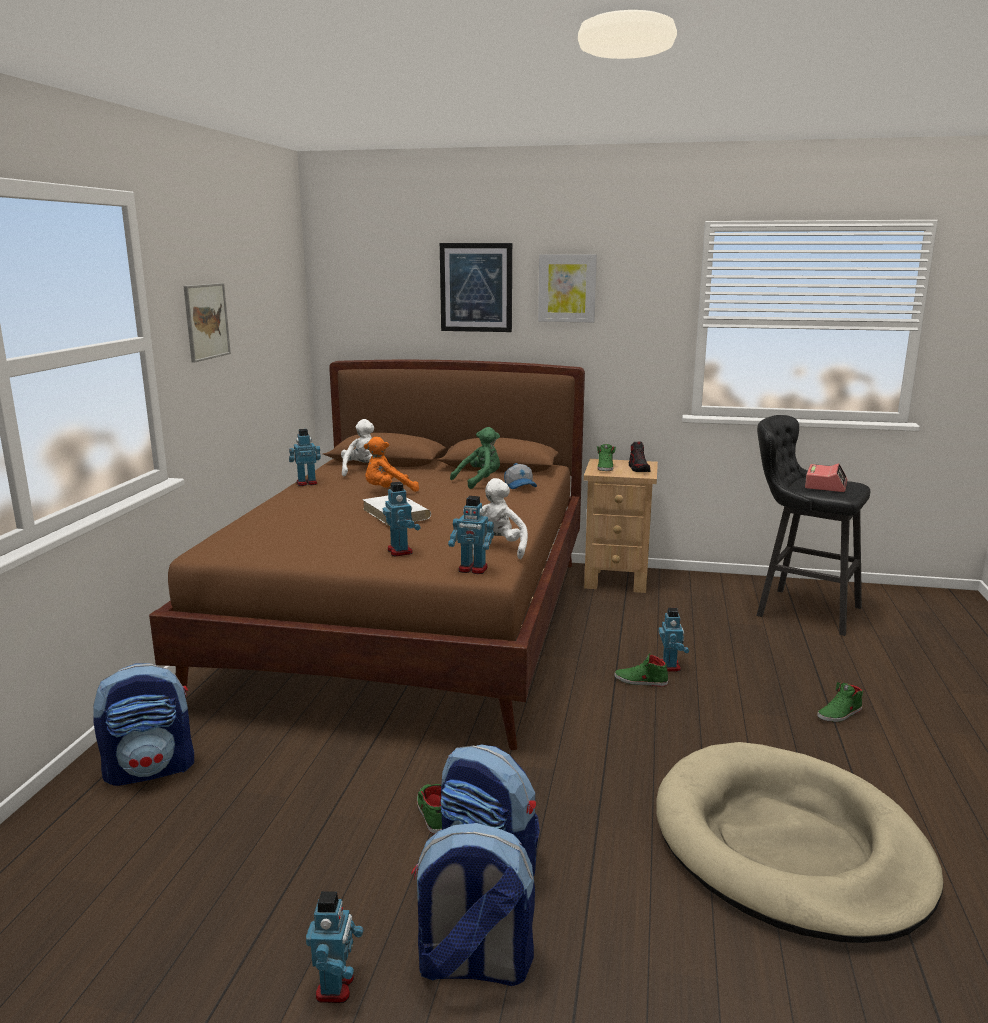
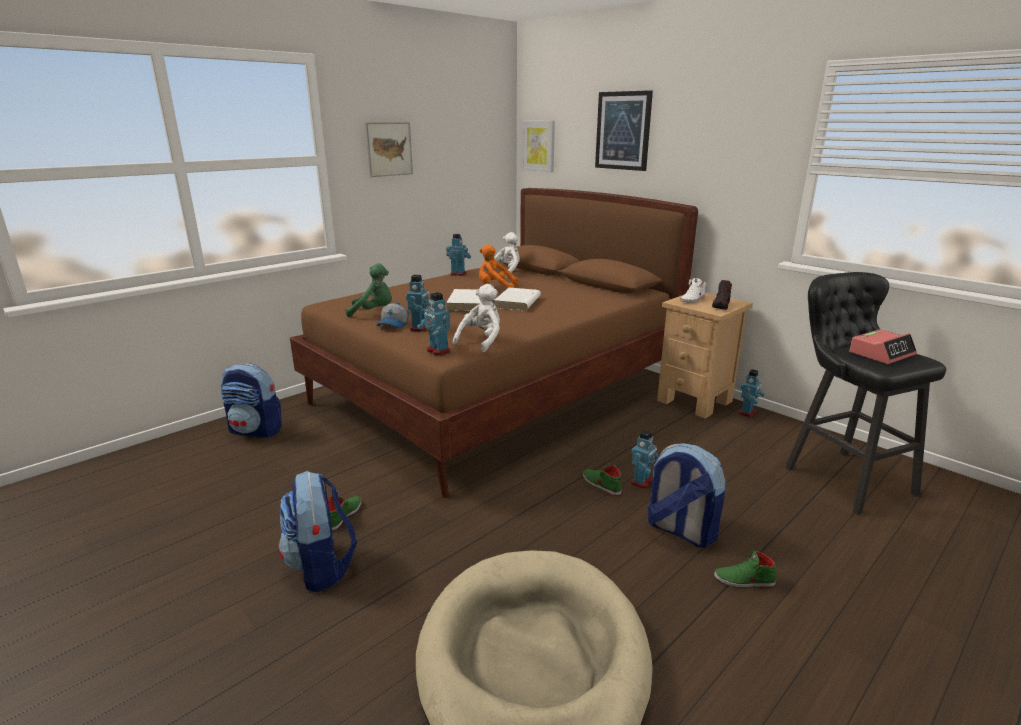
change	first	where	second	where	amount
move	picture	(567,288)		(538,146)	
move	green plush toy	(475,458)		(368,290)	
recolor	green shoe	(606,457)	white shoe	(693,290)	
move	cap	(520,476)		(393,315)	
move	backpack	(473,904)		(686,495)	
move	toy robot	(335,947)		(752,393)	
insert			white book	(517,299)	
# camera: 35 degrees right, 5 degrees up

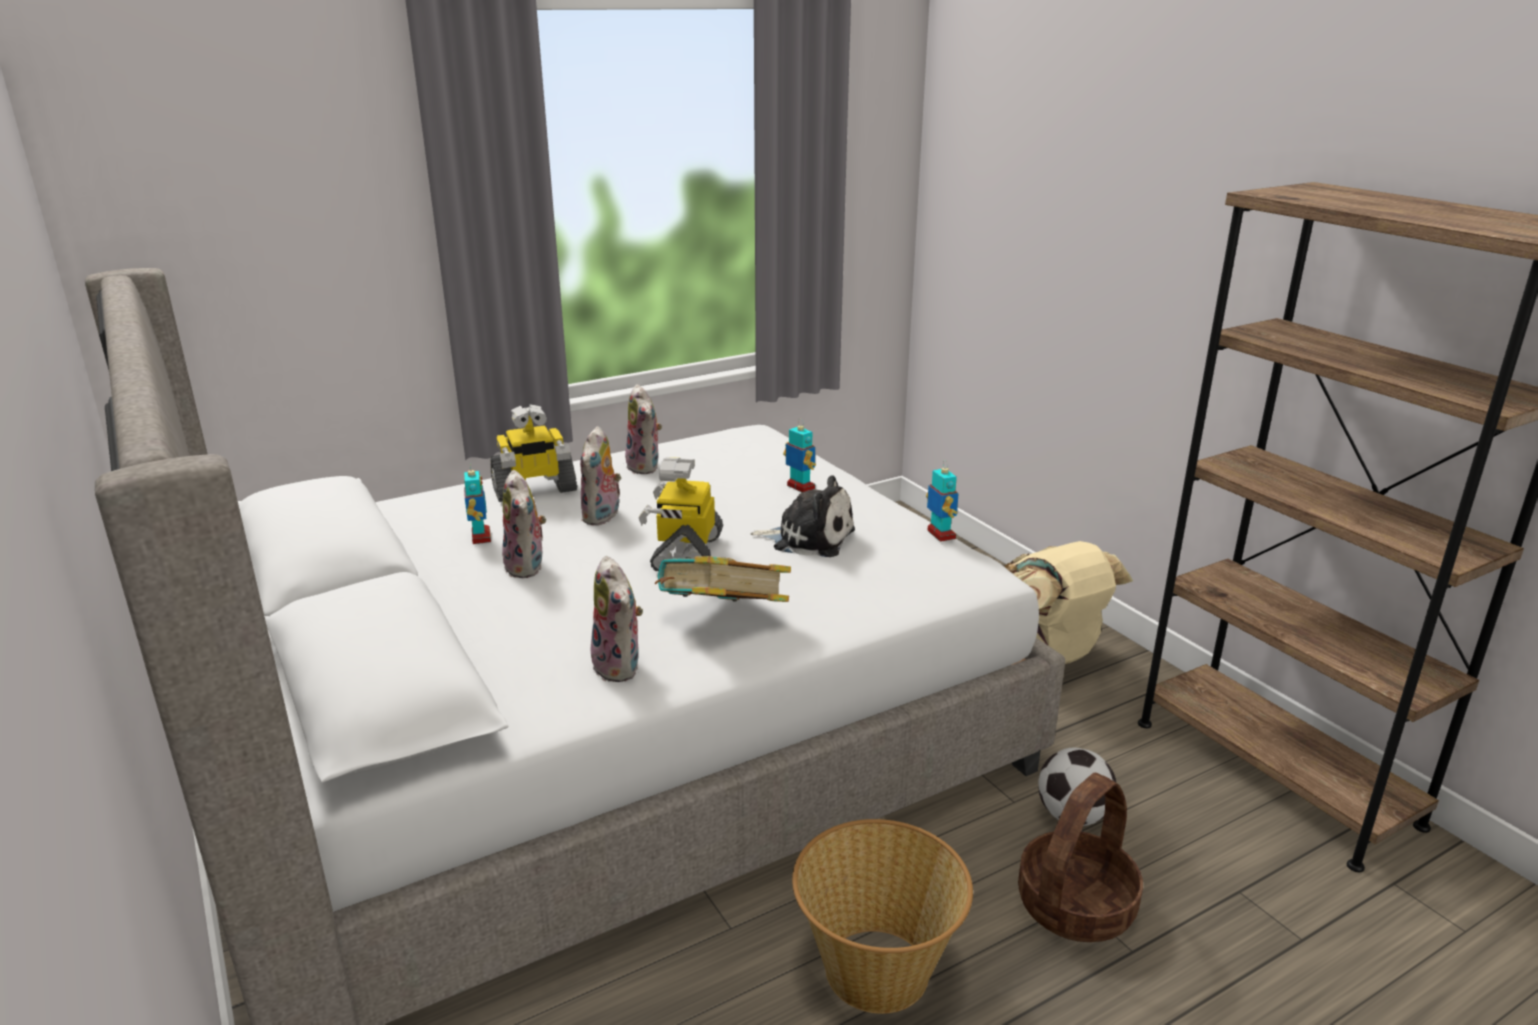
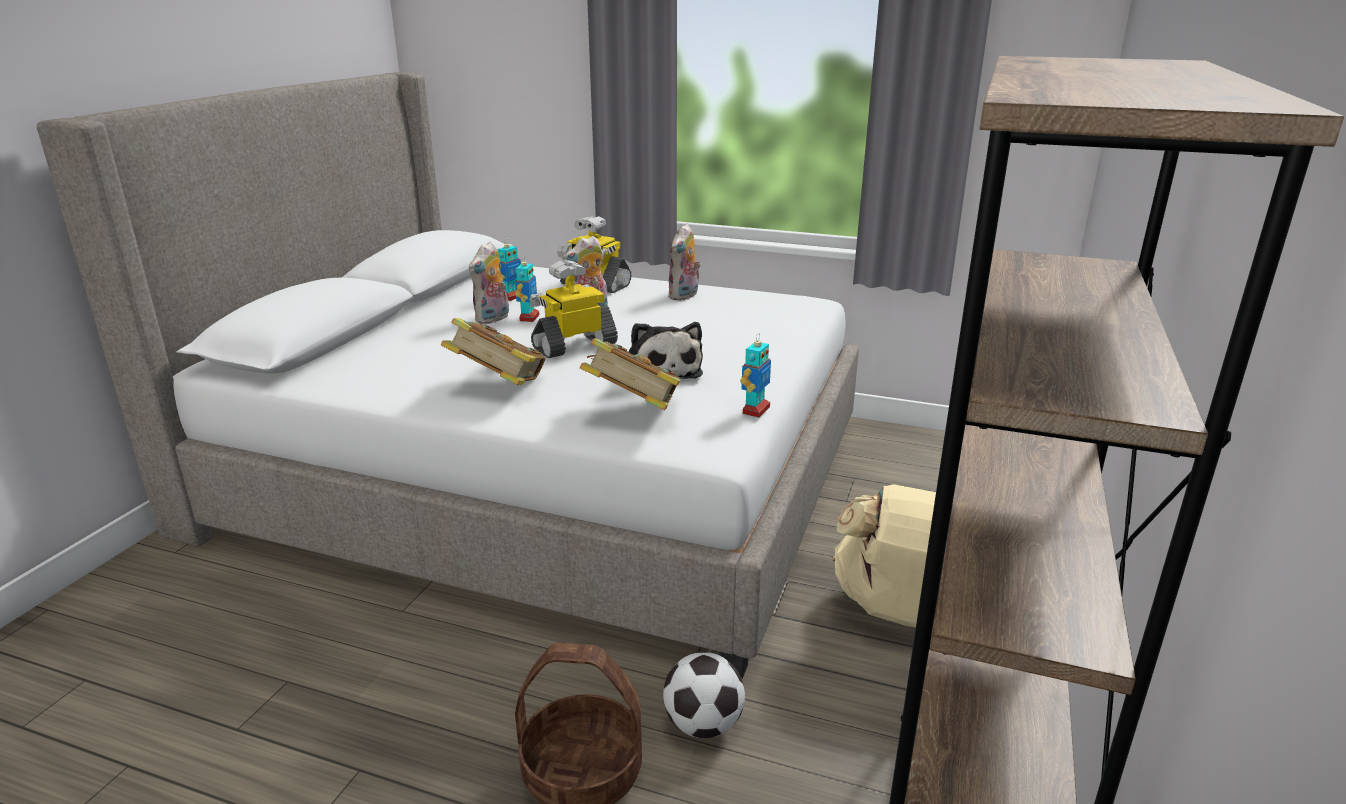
change	first	where	second	where	amount
move	toy robot	(799,455)		(527,288)	
delete	plush toy	(616,619)			
delete	basket	(882,916)			
insert			book	(630,374)	
# camera: 50 degrees right, 0 degrees up

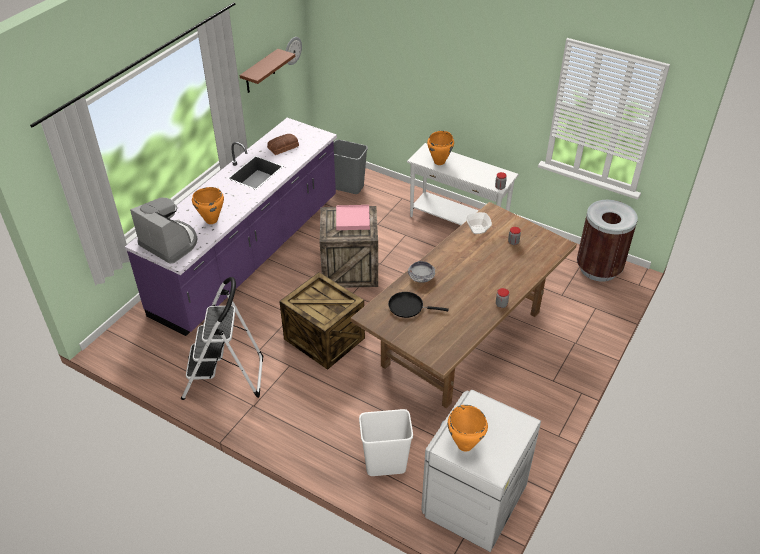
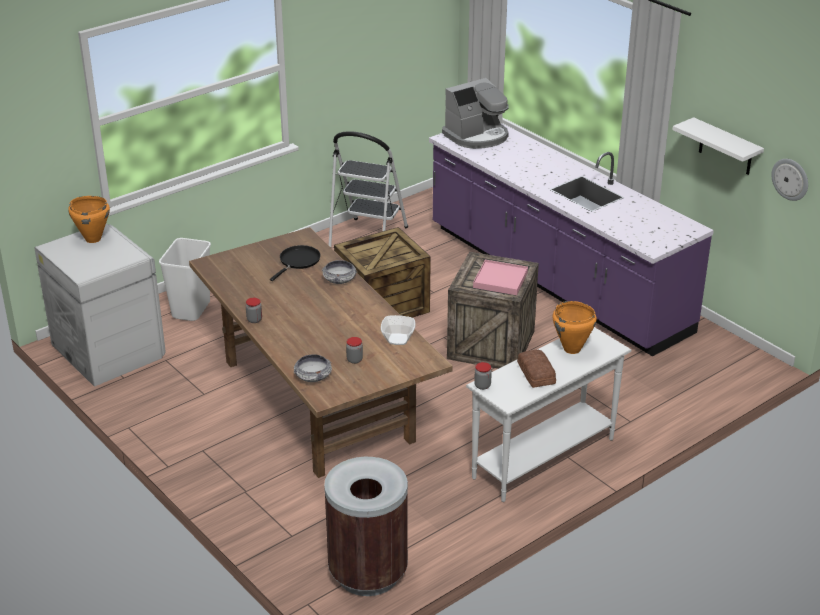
change	first	where	second	where	amount
recolor	brown shelf	(267,71)	white shelf	(718,146)	
move	bread	(283,144)		(536,369)	
delete	grey trash can	(350,167)			
delete	orange cooking pot	(208,205)			
insert			bowl	(313,368)	
# camera: 110 degrees right, 10 degrees down

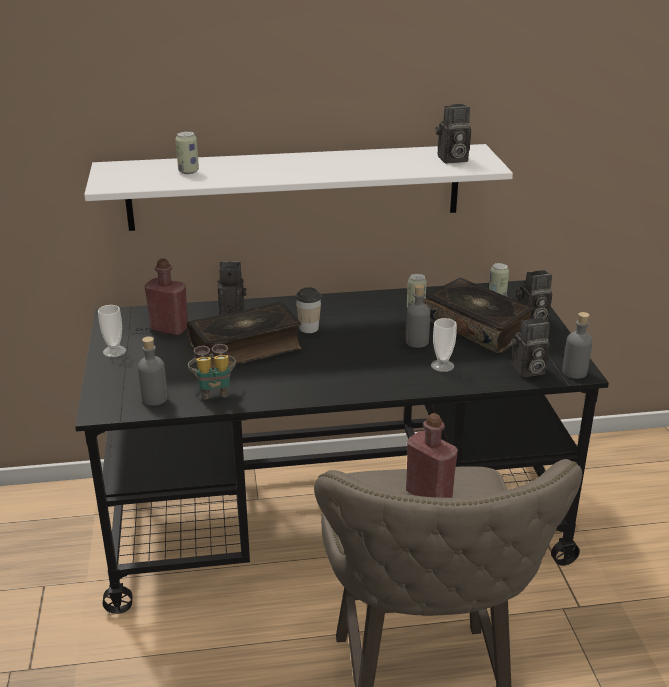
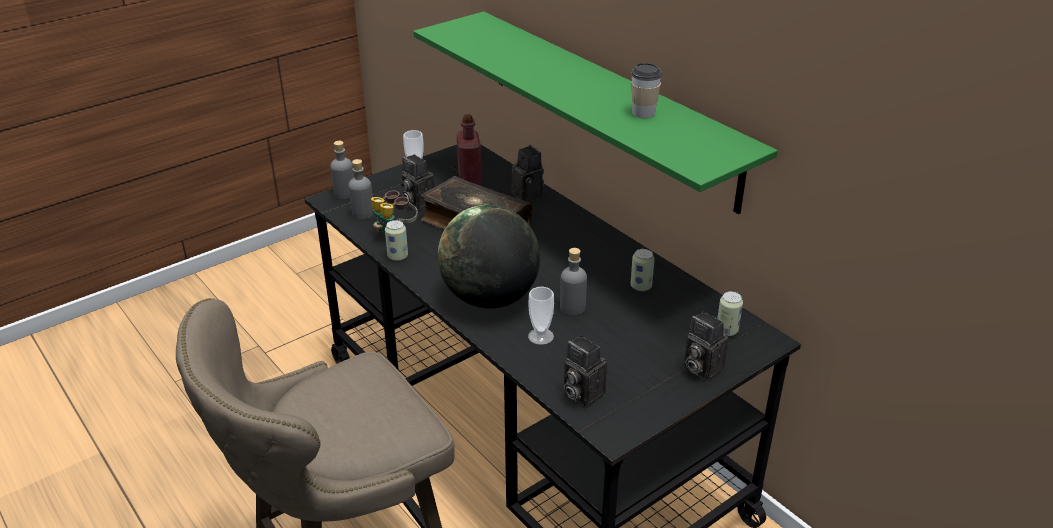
change	first	where	second	where	amount
move	photo camera	(453,133)		(418,182)	
move	can	(187,152)		(396,240)	
recolor	white shelf	(298,187)	green shelf	(595,113)	
delete	book	(478,315)			
move	cup	(309,310)		(646,90)	
move	grey bottle	(577,345)		(342,170)	
delete	red bottle	(432,455)			
insert			globe	(489,257)	
# camera: 60 degrees right, 5 degrees up

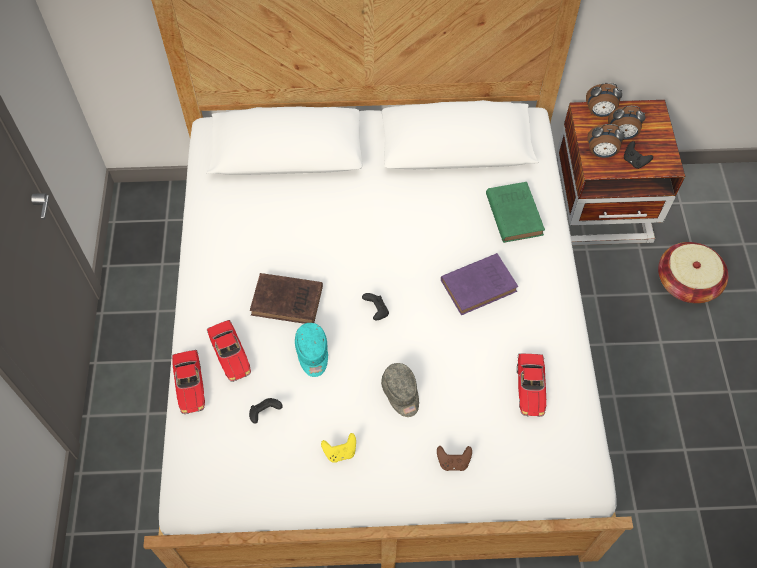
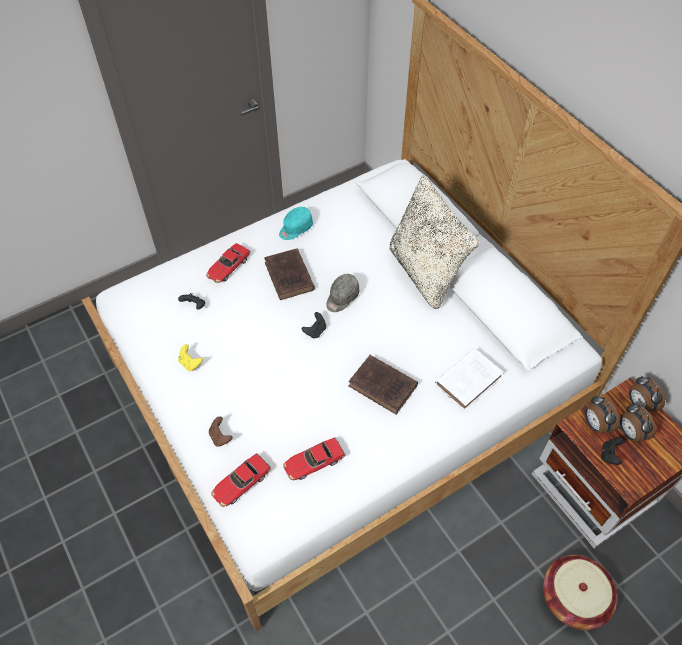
change	first	where	second	where	amount
recolor	green book	(515,212)	white book	(469,379)	
recolor	purple book	(479,284)	brown book	(383,384)	
move	turquoise cap	(311,350)		(296,223)	
move	toy car	(188,382)		(241,480)	
move	grey cap	(400,390)		(343,293)	
insert			beige pillow	(434,242)	
# camera: 60 degrees right, 5 degrees down

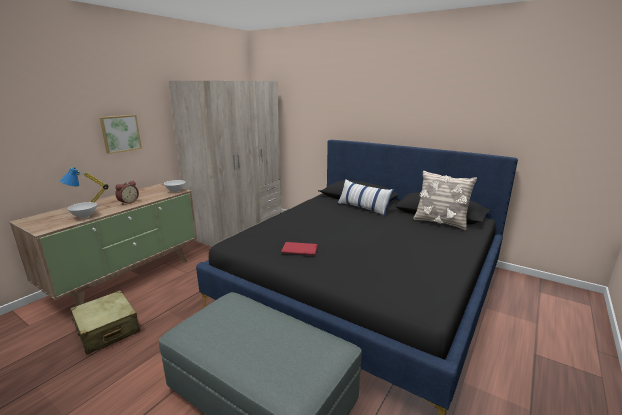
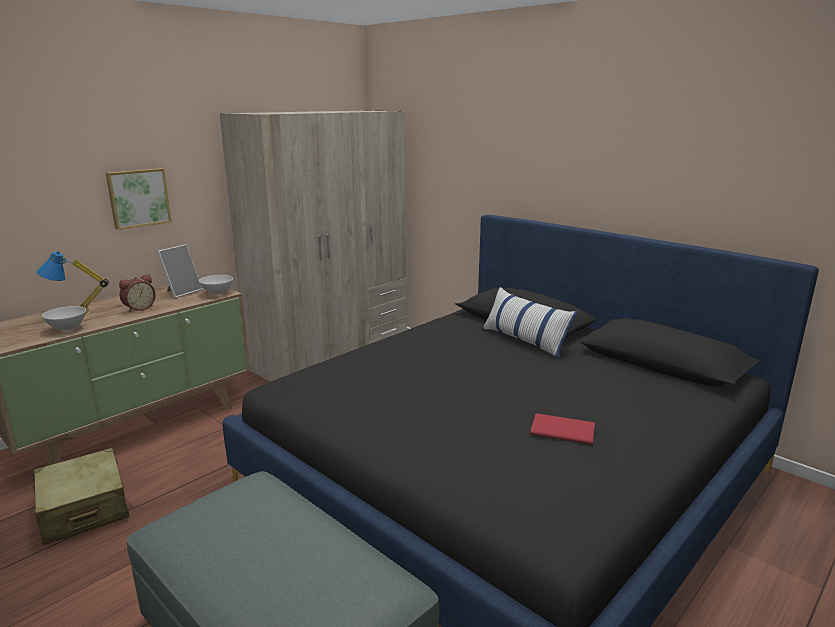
change	first	where	second	where	amount
delete	beige pillow	(445,200)			
move	red book	(299,248)		(562,428)	
insert			picture frame	(180,271)	
# camera: 10 degrees right, 0 degrees up

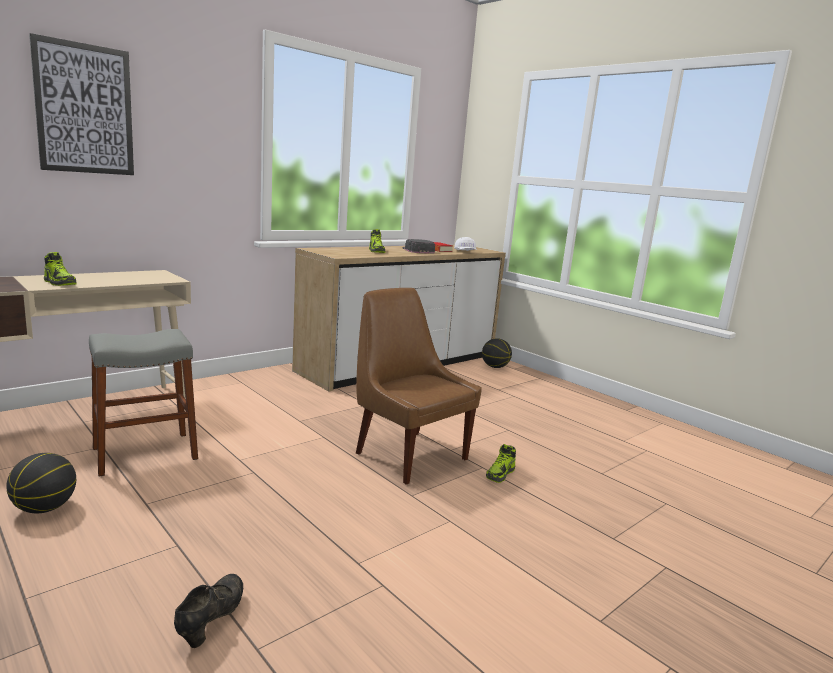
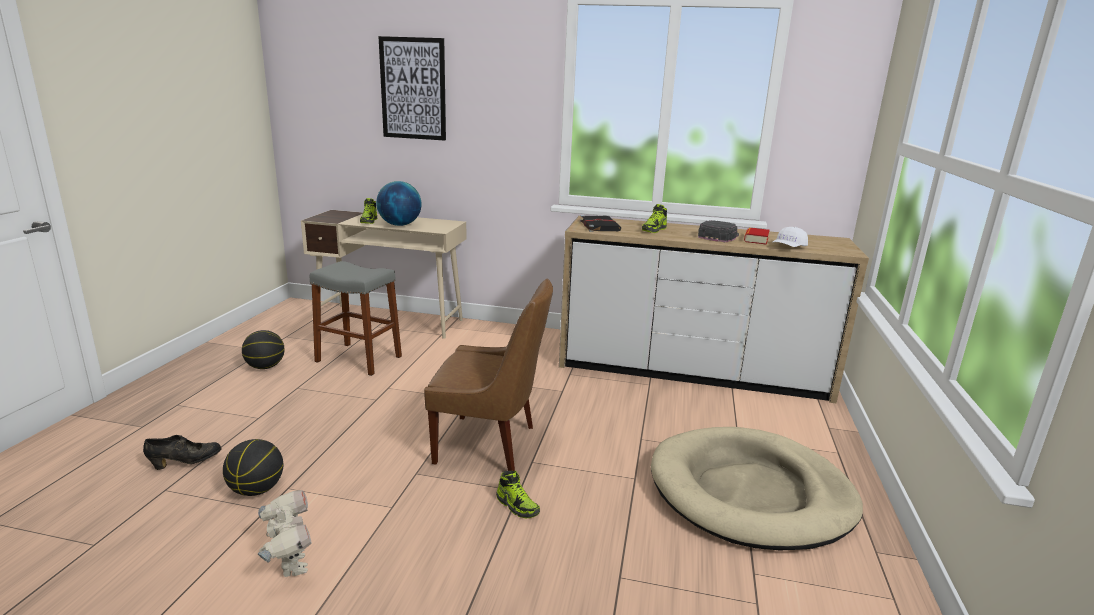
change	first	where	second	where	amount
rotate	brown chair	(419,386)		(488,374)	90 degrees clockwise
move	basketball	(497,353)		(253,467)	
rotate	shoe	(501,463)		(518,495)	135 degrees counterclockwise
insert			globe	(399,203)	
insert			black book	(600,223)	
insert			beige dog bed	(757,489)	
insert			toy robot	(285,533)	
# camera: 55 degrees right, 5 degrees up

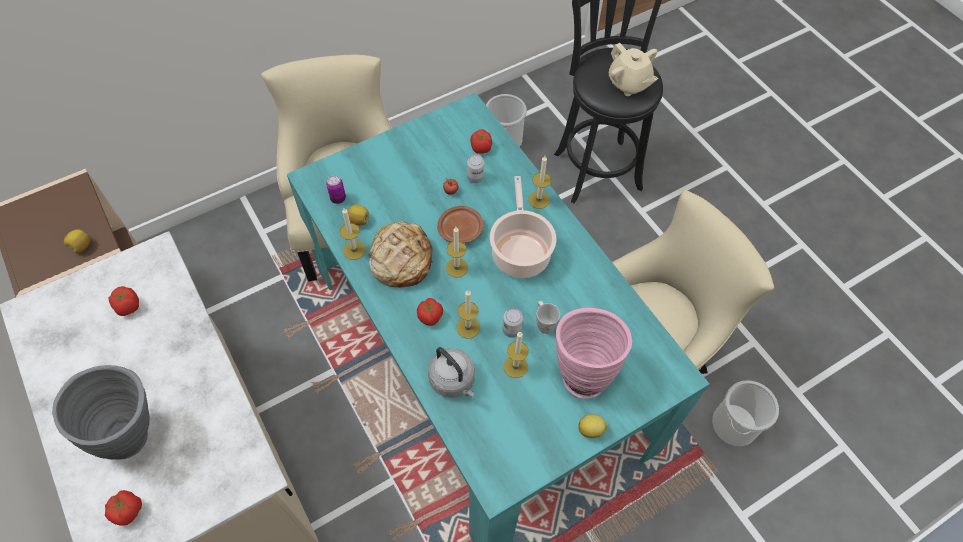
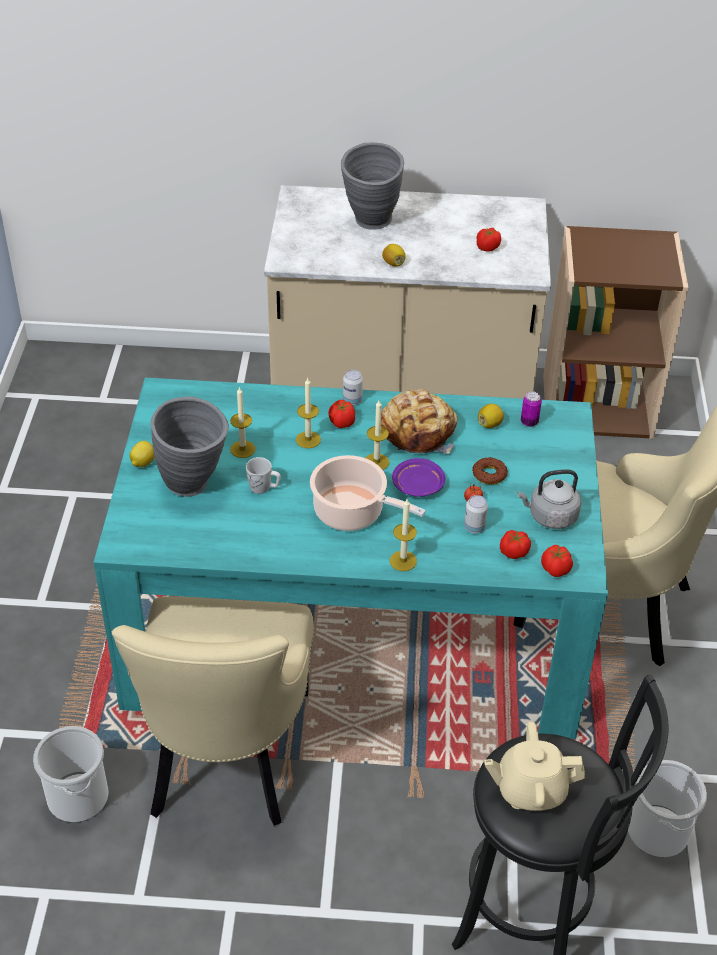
change	first	where	second	where	amount
recolor	brown plate	(460,224)	purple plate	(418,477)	
delete	candle	(353,234)			
move	lemon	(77,241)		(394,255)	
move	can	(512,323)		(353,387)	
recolor	pink vase	(594,353)	grey vase	(190,446)	
move	grey kettle	(451,372)		(549,499)	
move	tomato	(123,508)		(557,561)	
insert			donut	(490,471)	
# camera: 125 degrees right, 15 degrees down

